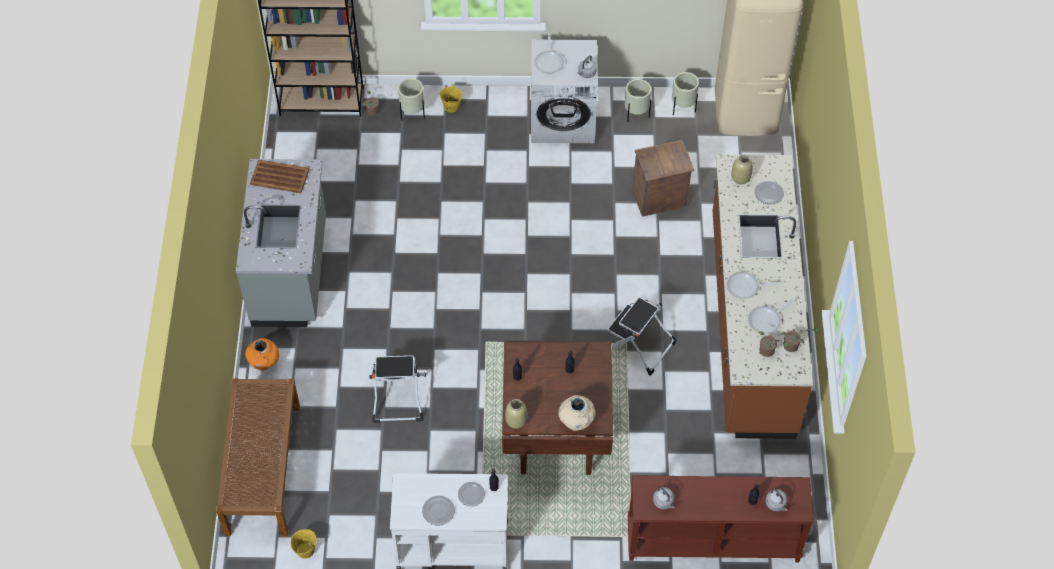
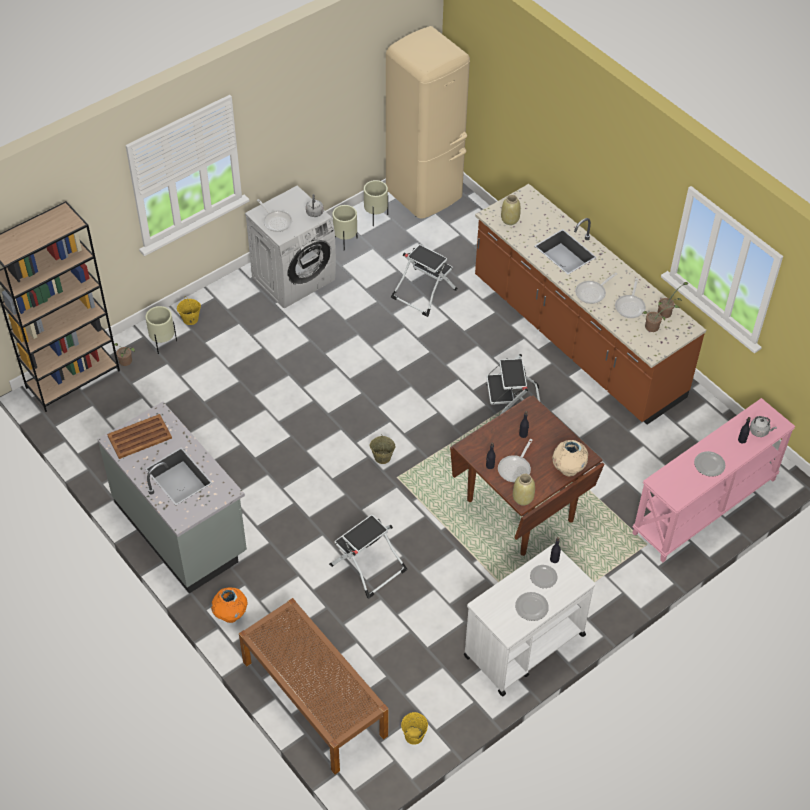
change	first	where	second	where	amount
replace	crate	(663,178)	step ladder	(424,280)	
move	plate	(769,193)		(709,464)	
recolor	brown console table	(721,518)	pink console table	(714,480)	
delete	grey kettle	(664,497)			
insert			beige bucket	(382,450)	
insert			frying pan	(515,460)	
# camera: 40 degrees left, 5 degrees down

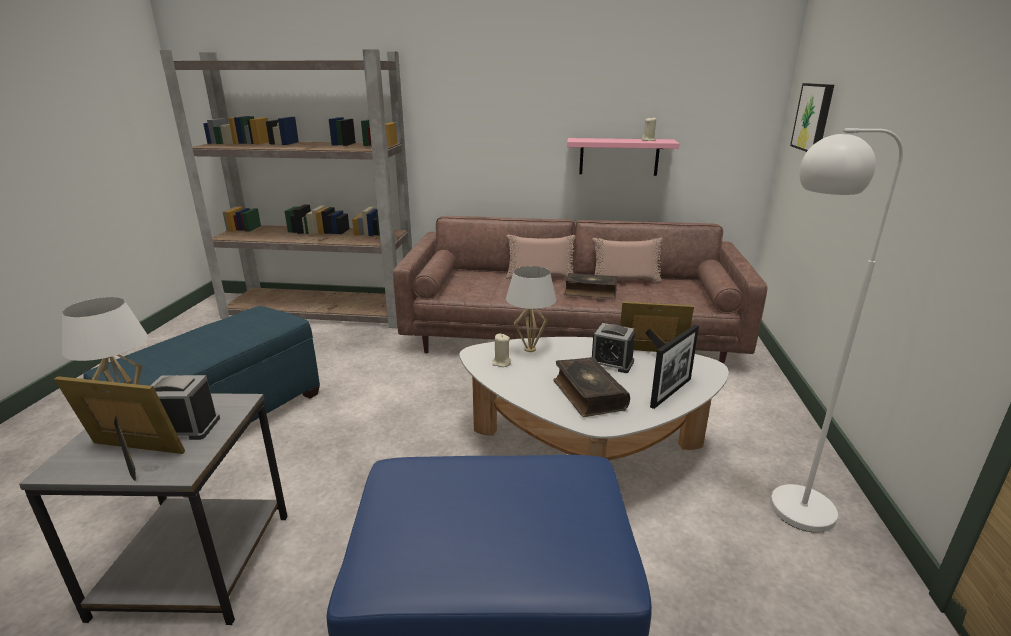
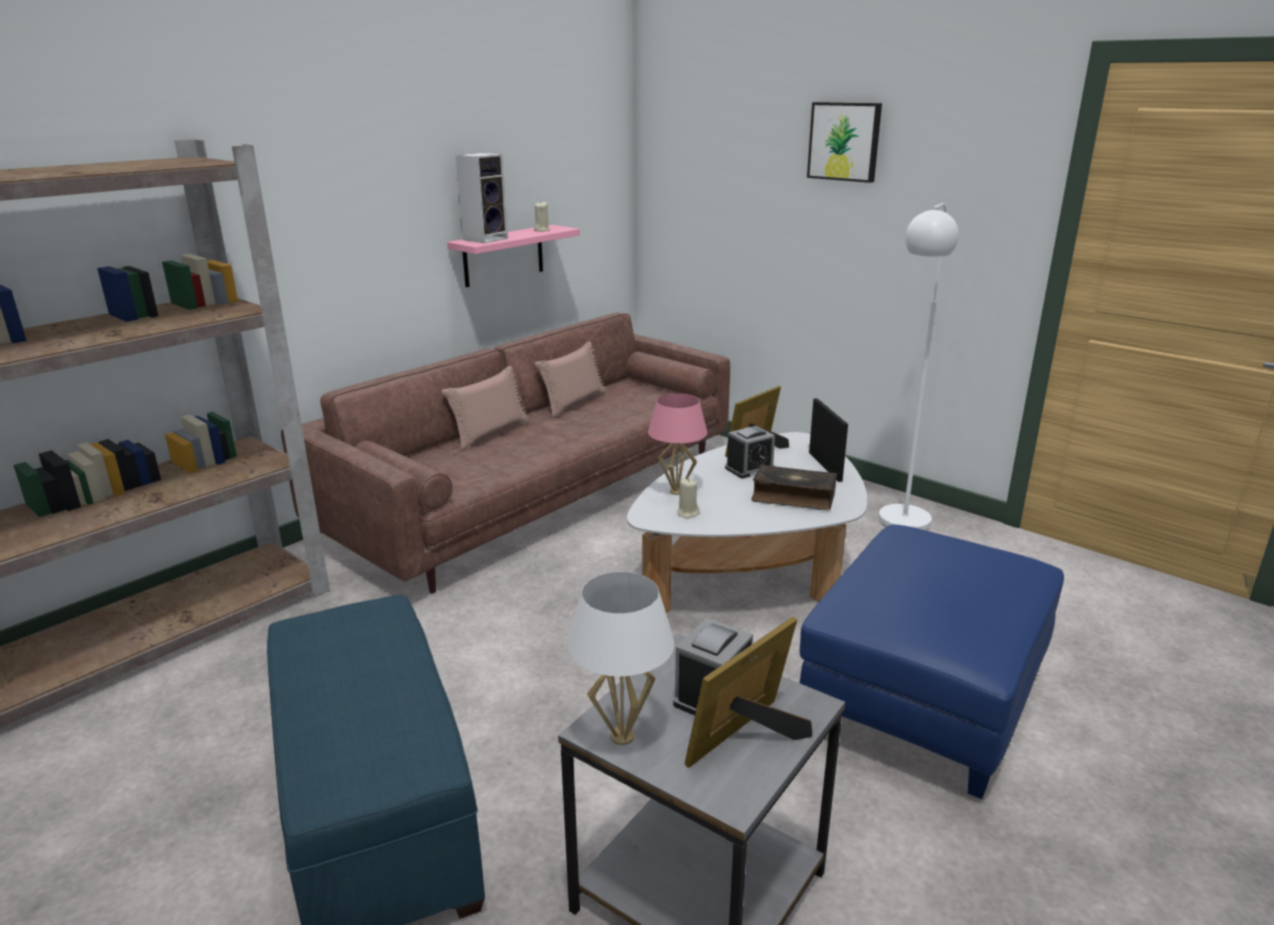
change	first	where	second	where	amount
move	picture	(812,117)		(844,142)	
recolor	white table lamp	(531,309)	pink table lamp	(678,444)	
delete	book	(591,285)			
insert			speaker	(482,198)	
# camera: 55 degrees left, 0 degrees up

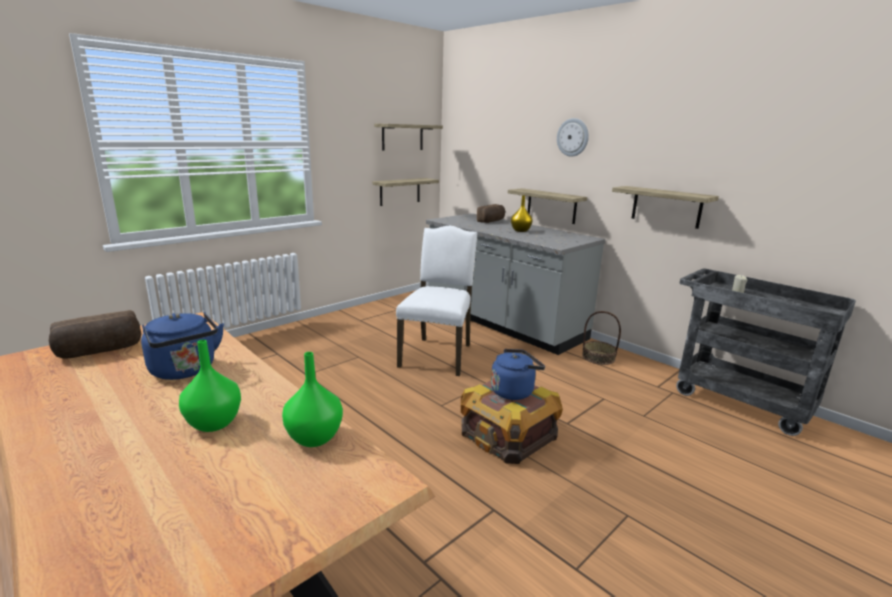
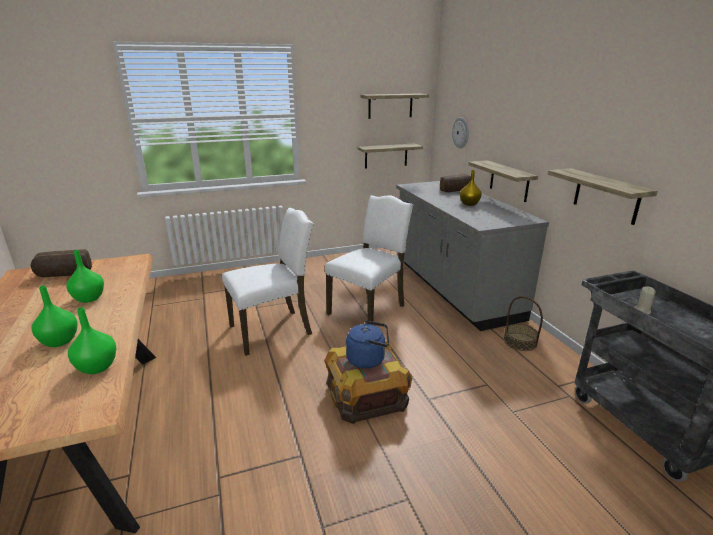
change	first	where	second	where	amount
move	wall clock	(573,137)		(460,133)	
replace	blue kettle	(182,346)	green vase	(85,276)	
insert			white chair	(268,282)	
# camera: 25 degrees right, 5 degrees up

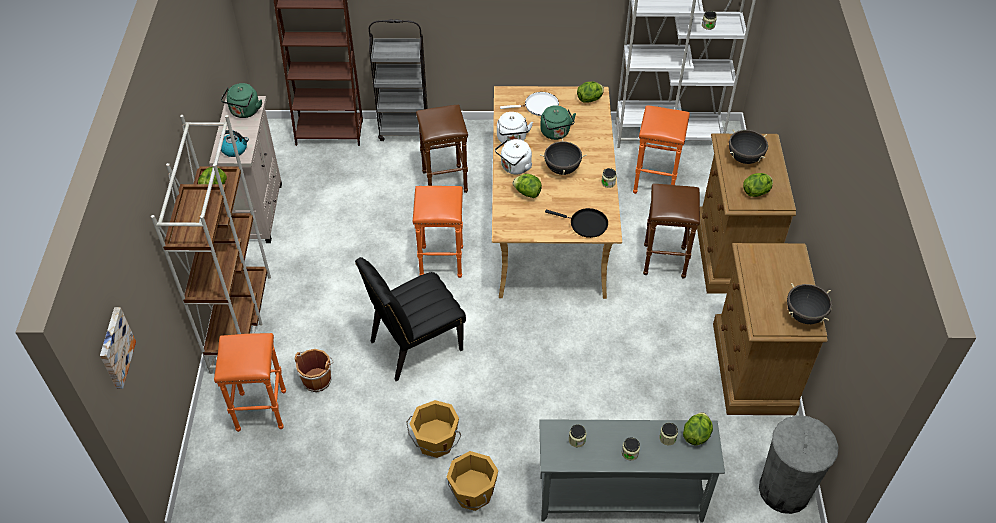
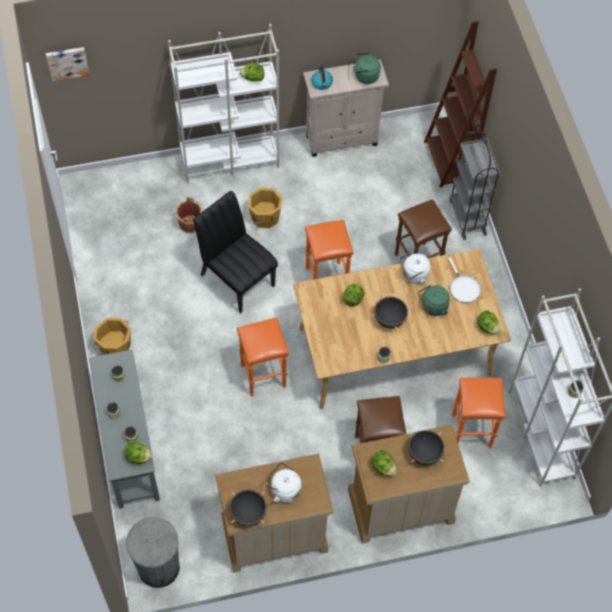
change	first	where	second	where	amount
recolor	brown bookcase	(211,244)	white bookcase	(223,103)	
move	white kettle	(514,156)		(283,482)	
delete	black frying pan	(576,223)			
move	orange stool	(250,382)		(263,357)	
move	orange bucket	(434,429)		(265,208)	
# camera: 75 degrees right, 10 degrees up

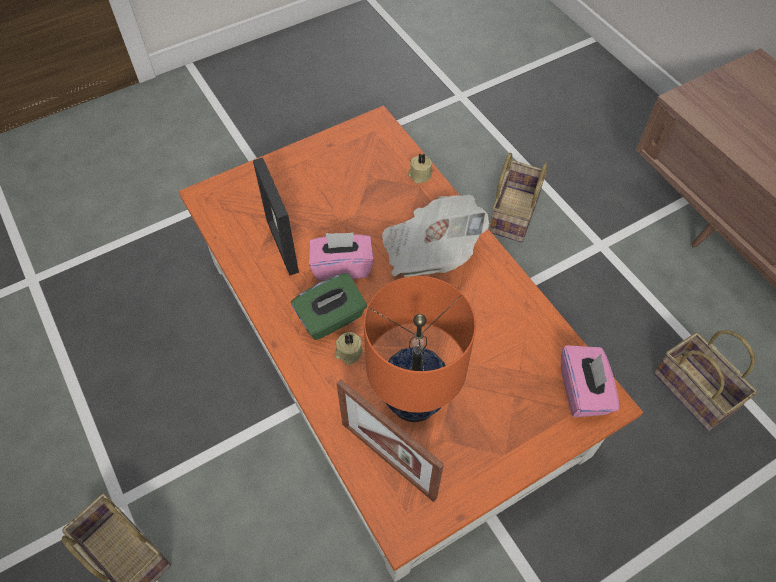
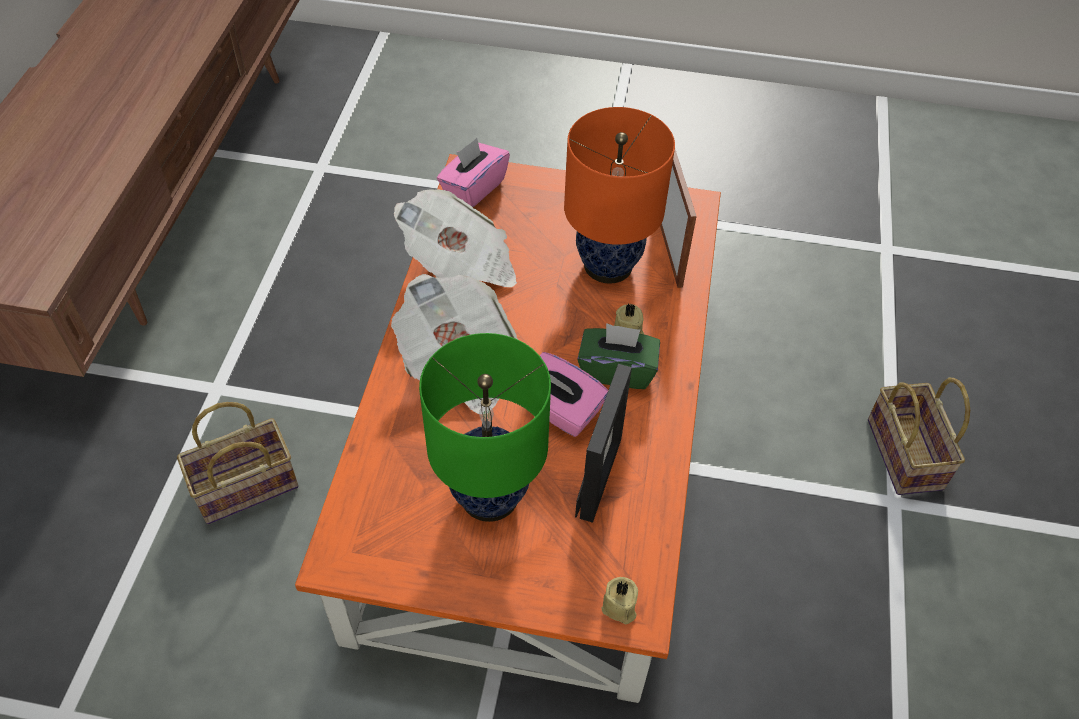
change	first	where	second	where	amount
move	beige candle	(420,168)		(620,600)	
delete	basket	(705,380)			
insert			newspaper	(455,238)	
insert			green table lamp	(485,427)	
# camera: 140 degrees left, 5 degrees down

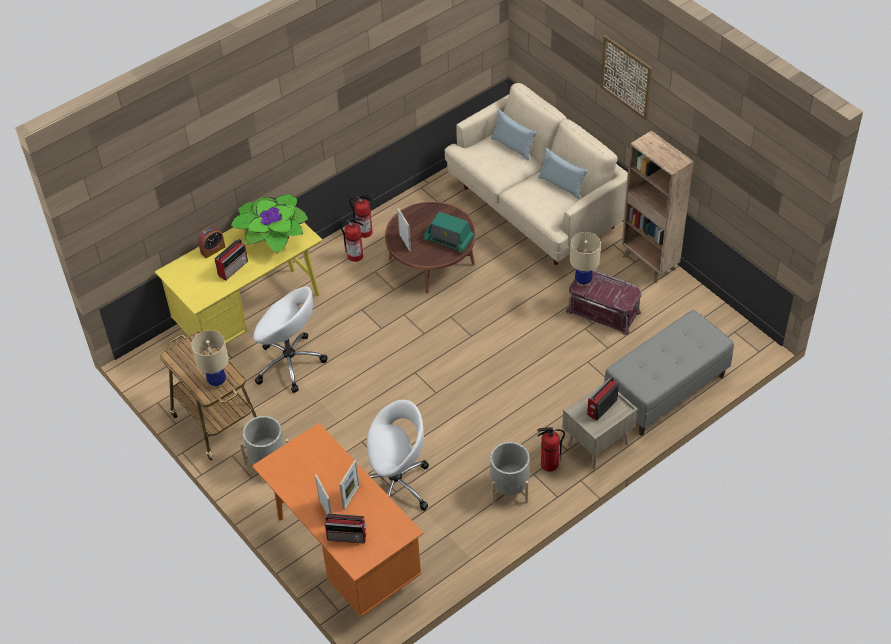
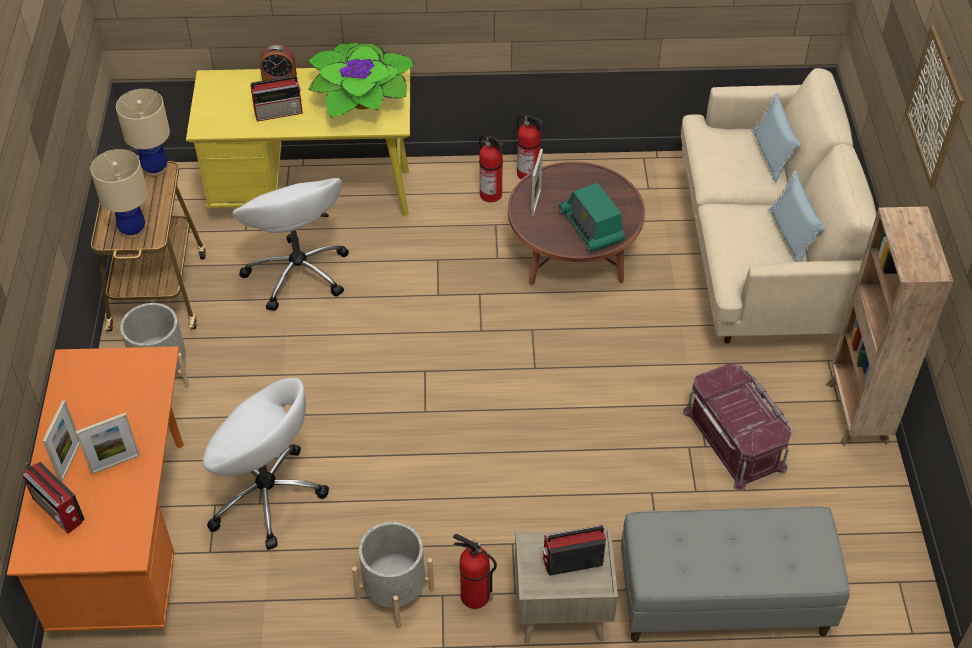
change	first	where	second	where	amount
move	beige table lamp	(585,259)		(143,133)	
# camera: 35 degrees right, 0 degrees up

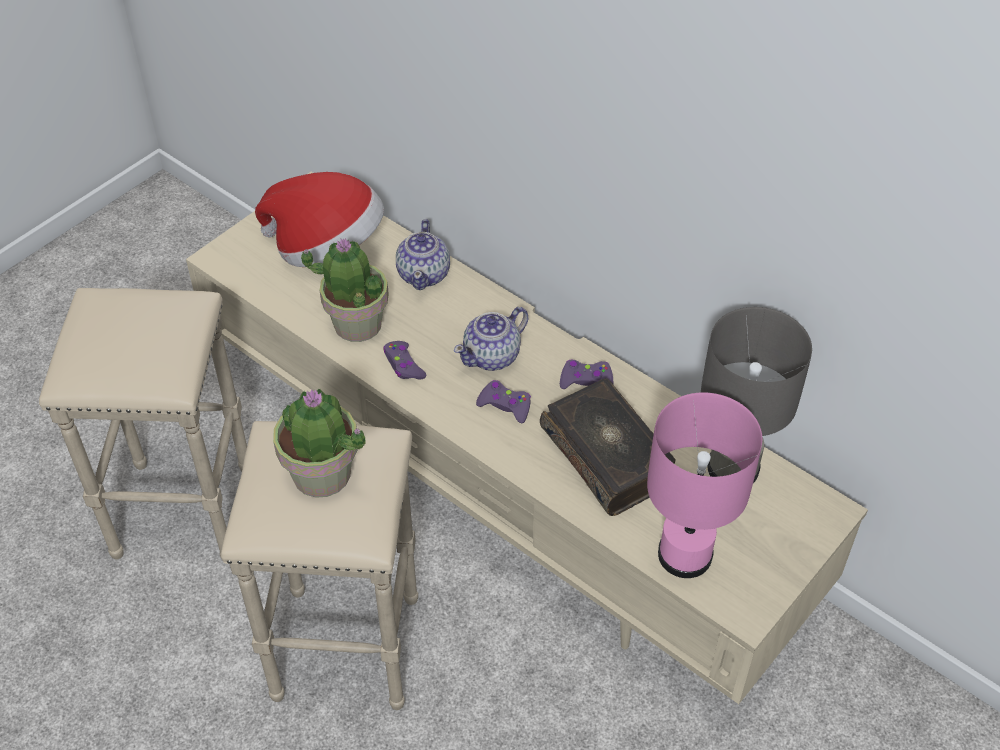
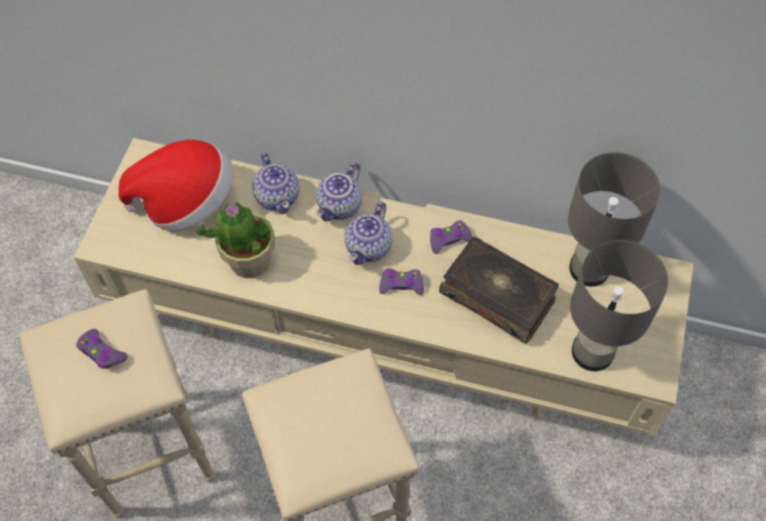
change	first	where	second	where	amount
move	purple game controller	(404,360)		(102,349)	
delete	potted plant	(319,443)			
recolor	pink table lamp	(704,485)	grey table lamp	(619,305)	
insert			teapot	(339,191)	
# camera: 25 degrees left, 10 degrees up

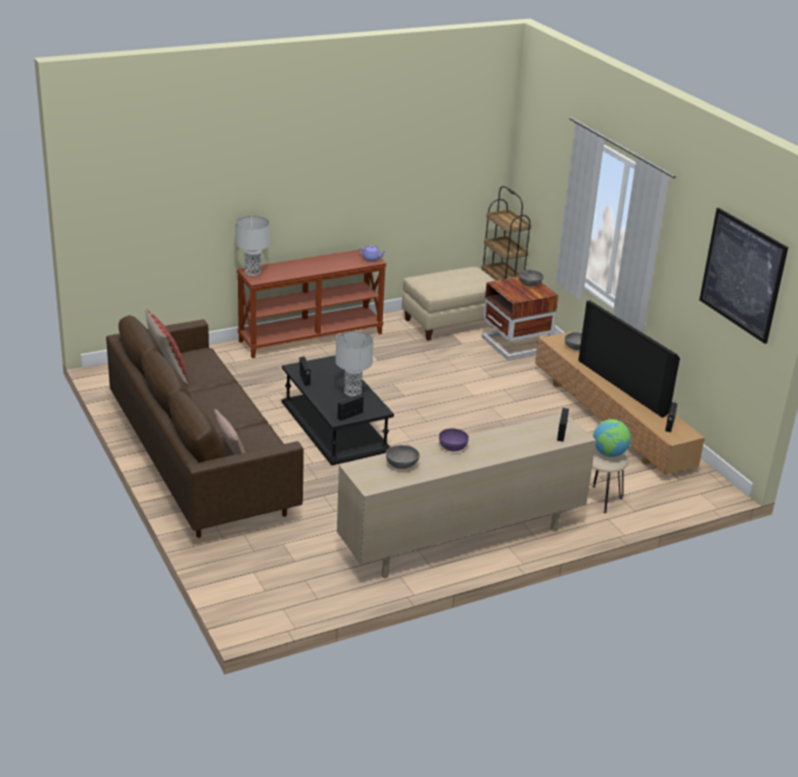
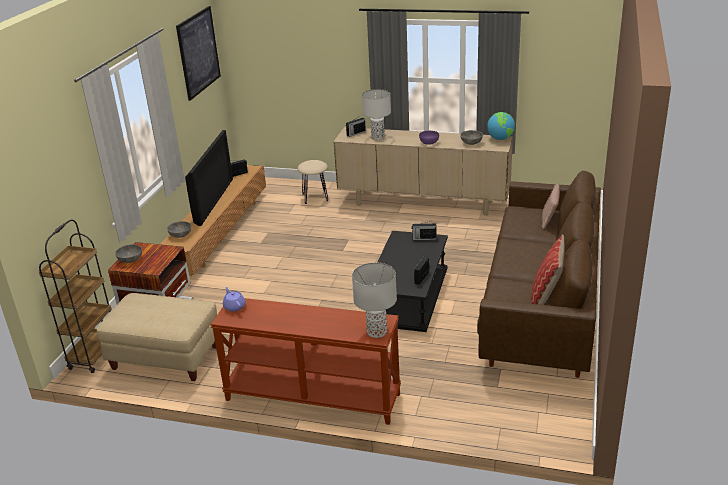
change	first	where	second	where	amount
move	white table lamp	(354,363)		(376,114)	
move	globe	(612,438)		(501,126)	
# camera: 135 degrees left, 0 degrees up

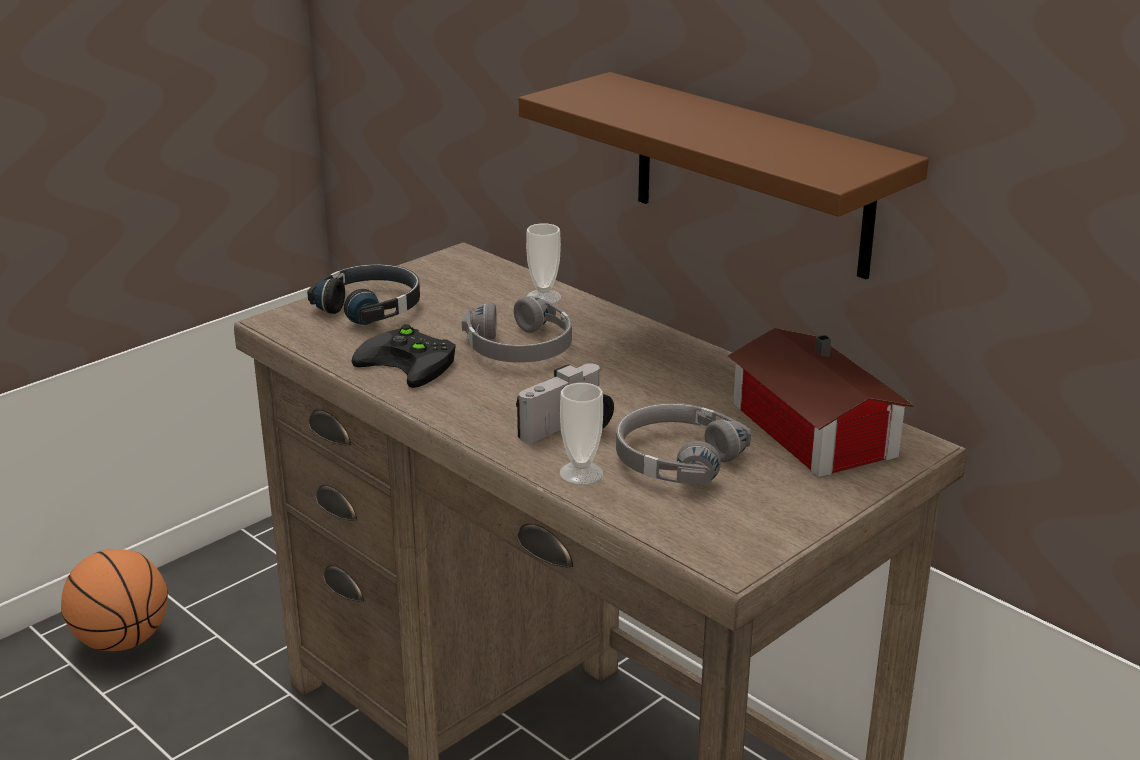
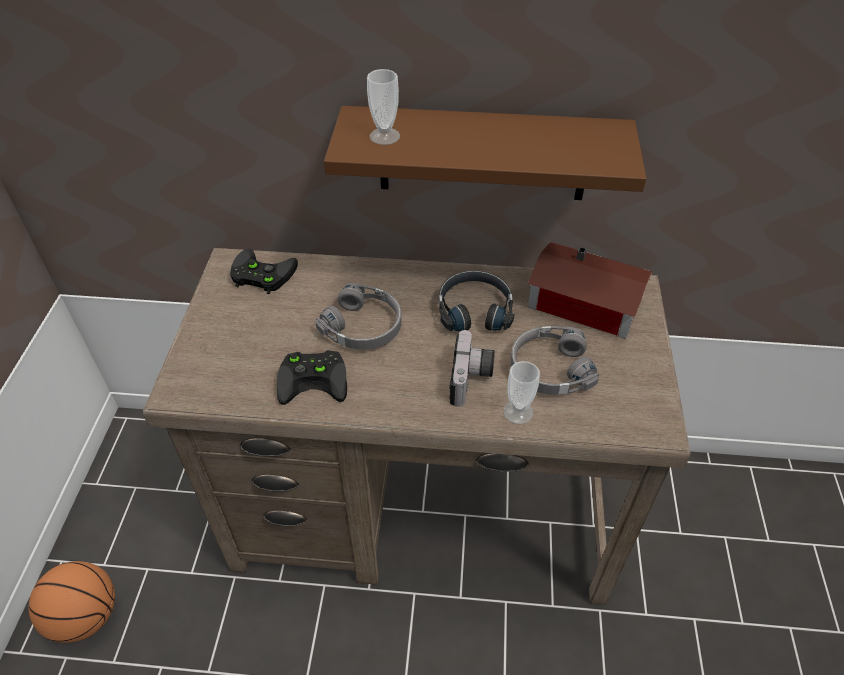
change	first	where	second	where	amount
move	cup	(543,263)		(383,107)	
move	black headphones	(363,294)		(476,300)	
insert			black game controller	(264,271)	
# camera: 40 degrees left, 20 degrees up

